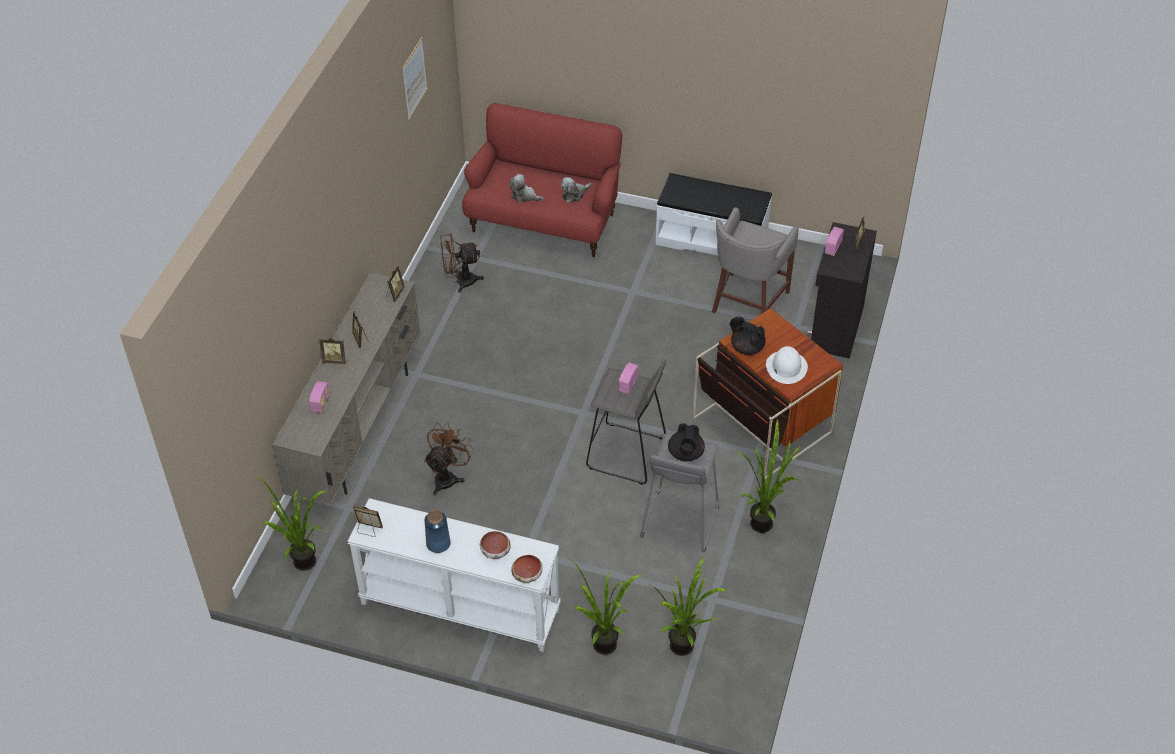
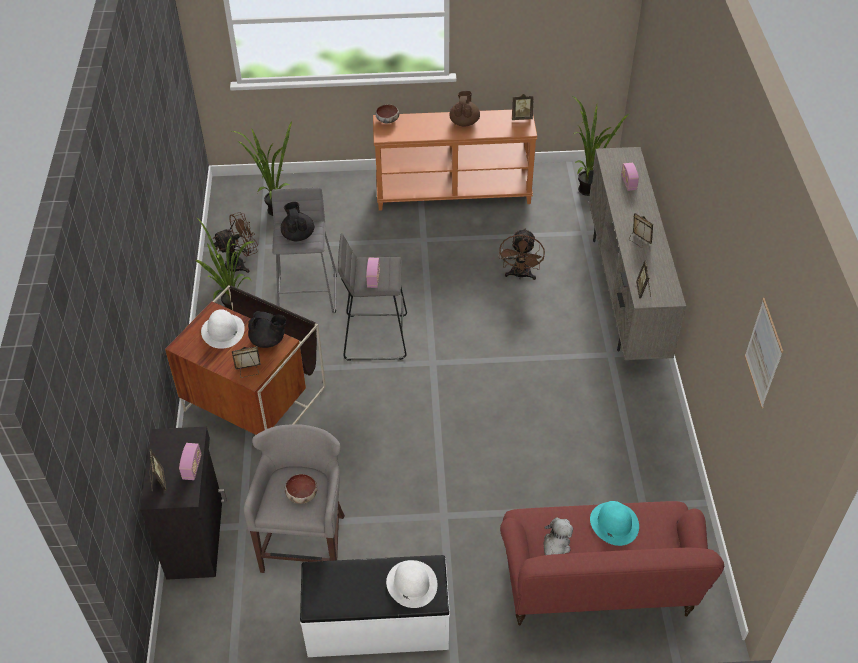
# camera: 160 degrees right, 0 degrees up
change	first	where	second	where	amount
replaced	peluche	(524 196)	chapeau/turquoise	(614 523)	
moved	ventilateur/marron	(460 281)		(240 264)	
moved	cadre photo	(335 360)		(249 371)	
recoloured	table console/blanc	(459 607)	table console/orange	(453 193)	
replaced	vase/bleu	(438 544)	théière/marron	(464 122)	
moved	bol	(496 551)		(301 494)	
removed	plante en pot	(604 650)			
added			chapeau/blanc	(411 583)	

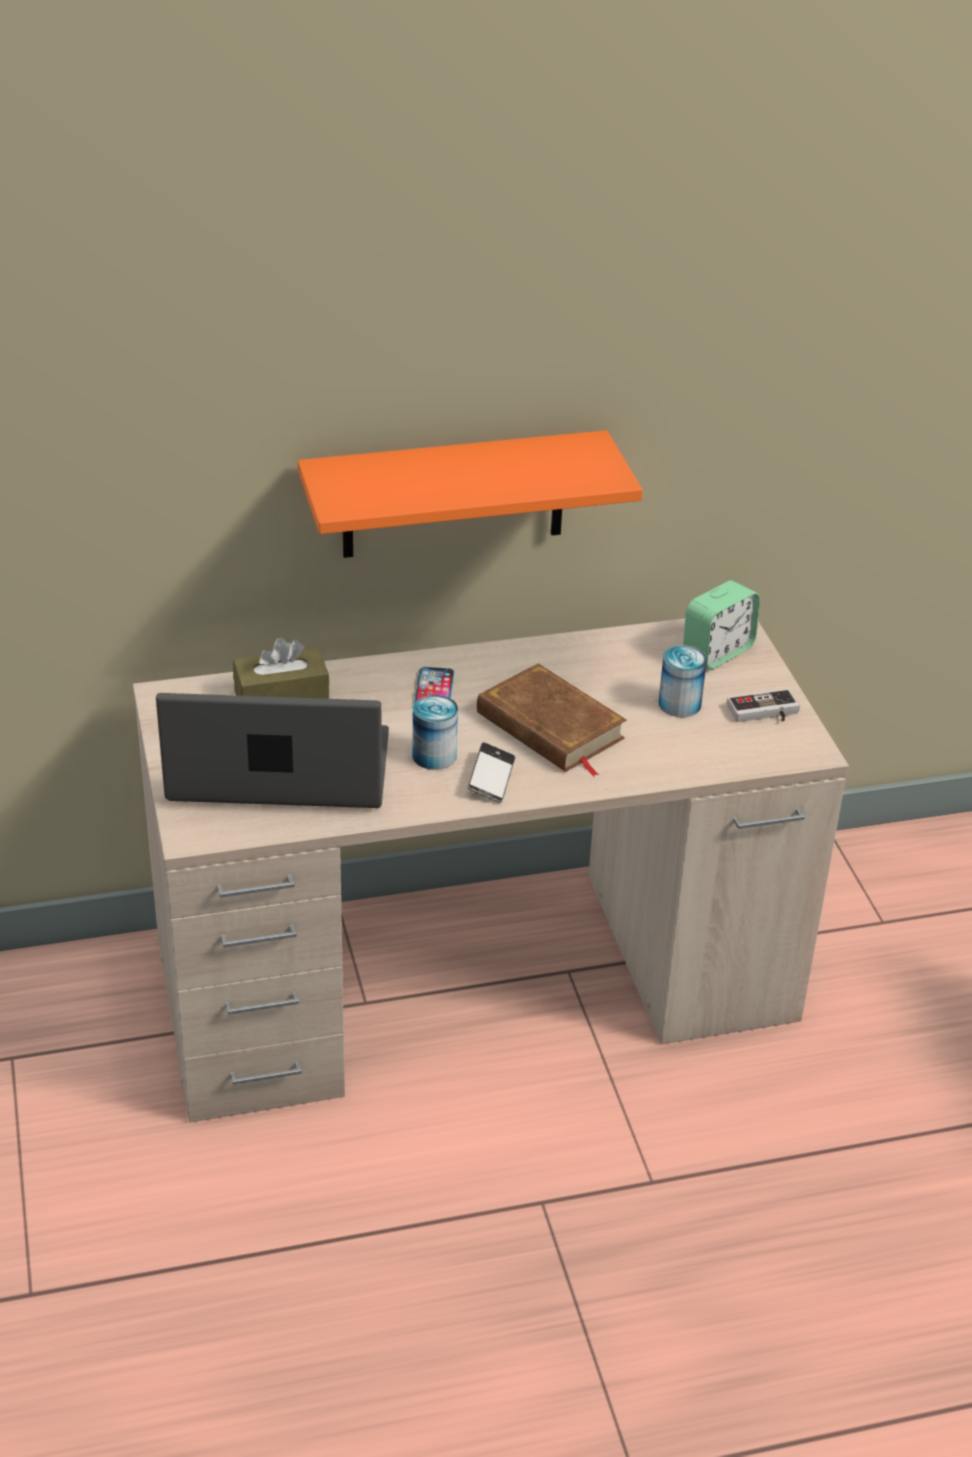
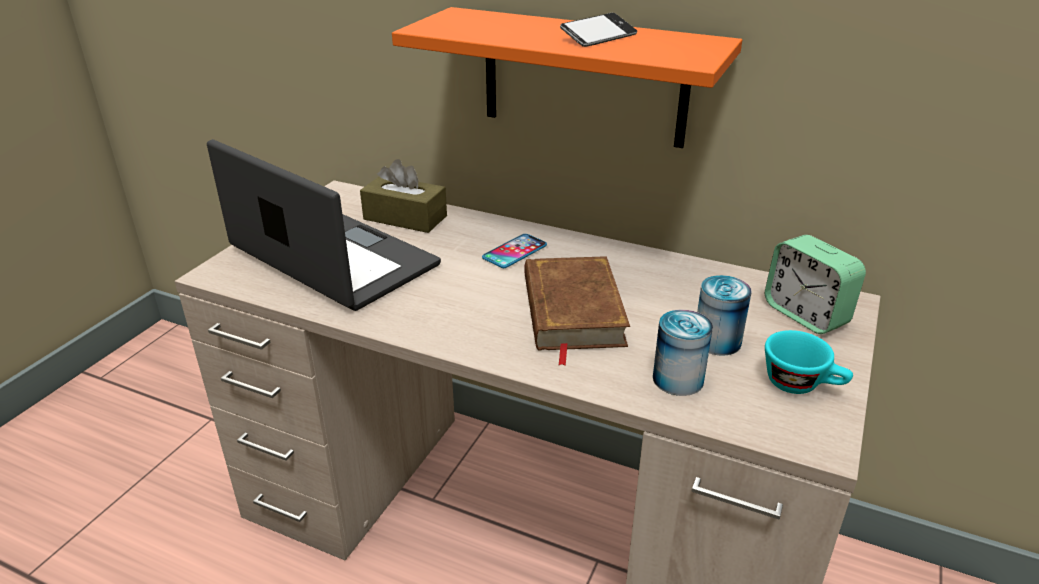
# camera: 40 degrees right, 5 degrees down
change	first	where	second	where	amount
turned	réveil	(717 652)		(805 314)	60 degrees clockwise
replaced	manette	(764 713)	tasse/turquoise	(802 384)	
moved	boîte métallique	(434 755)		(678 379)	
moved	téléphone	(491 778)		(598 37)	

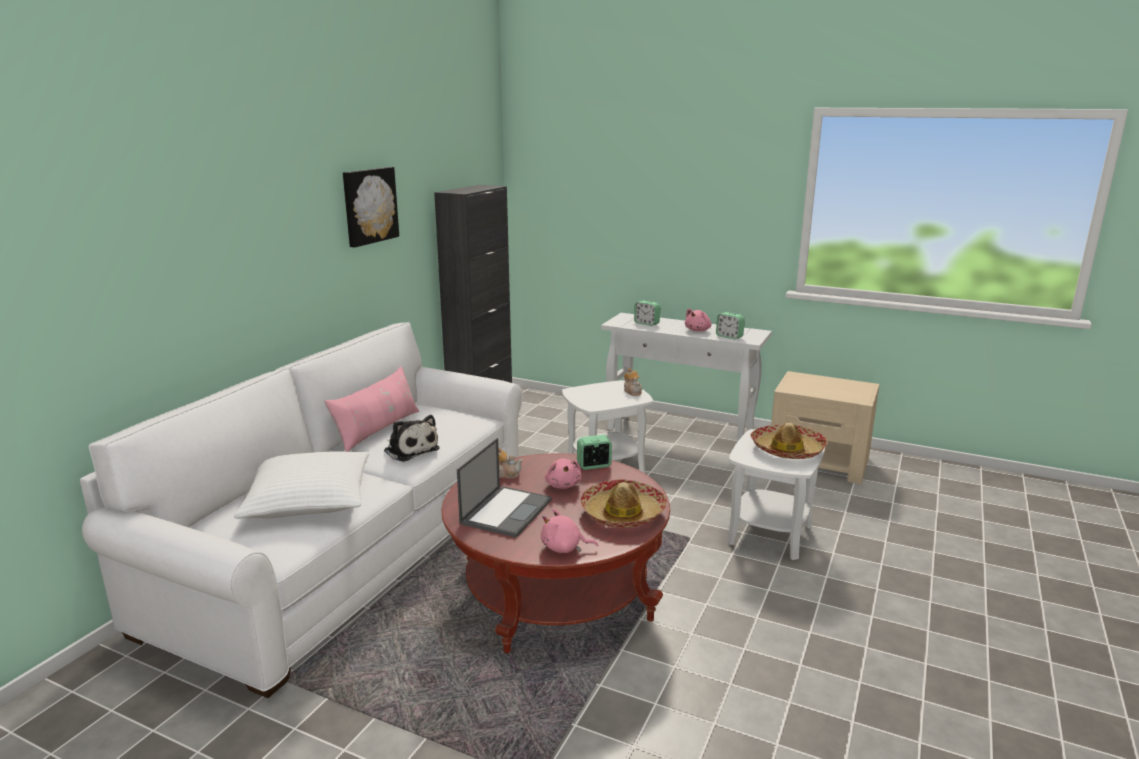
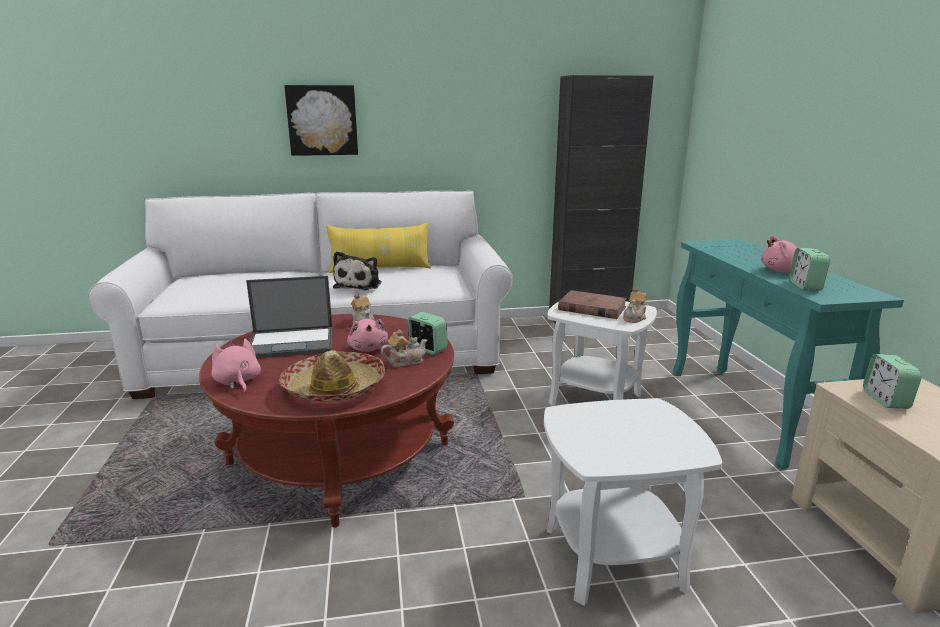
# camera: 55 degrees right, 0 degrees up
change	first	where	second	where	amount
moved	tableau	(369 206)		(322 120)	
moved	réveil	(646 323)		(886 400)	
recoloured	table console/blanc	(681 434)	table console/turquoise	(748 413)	
recoloured	coussin/rose	(378 430)	coussin/jaune	(380 269)	
removed	chapeau	(787 450)			
removed	coussin/blanc	(308 499)			
turned	peluche/rose	(563 485)		(368 348)	60 degrees counterclockwise
added			livre/marron	(591 308)	
added			théière	(405 361)	

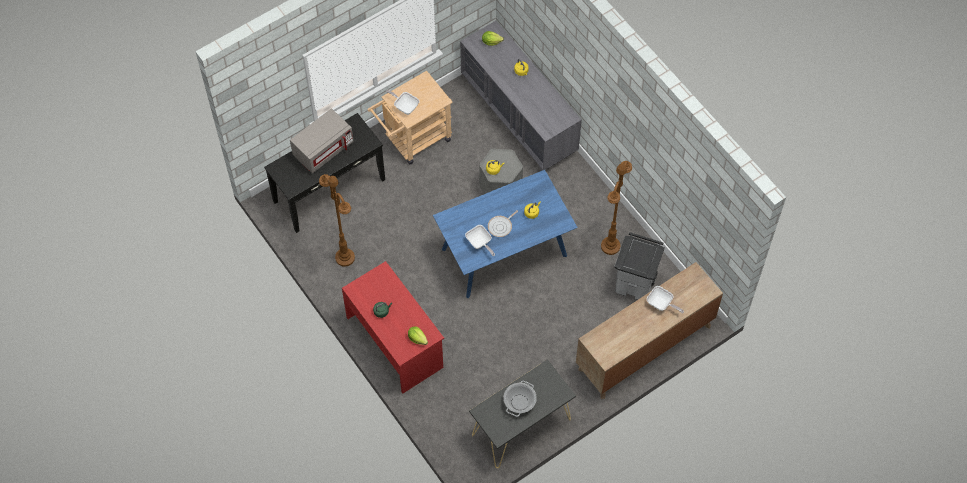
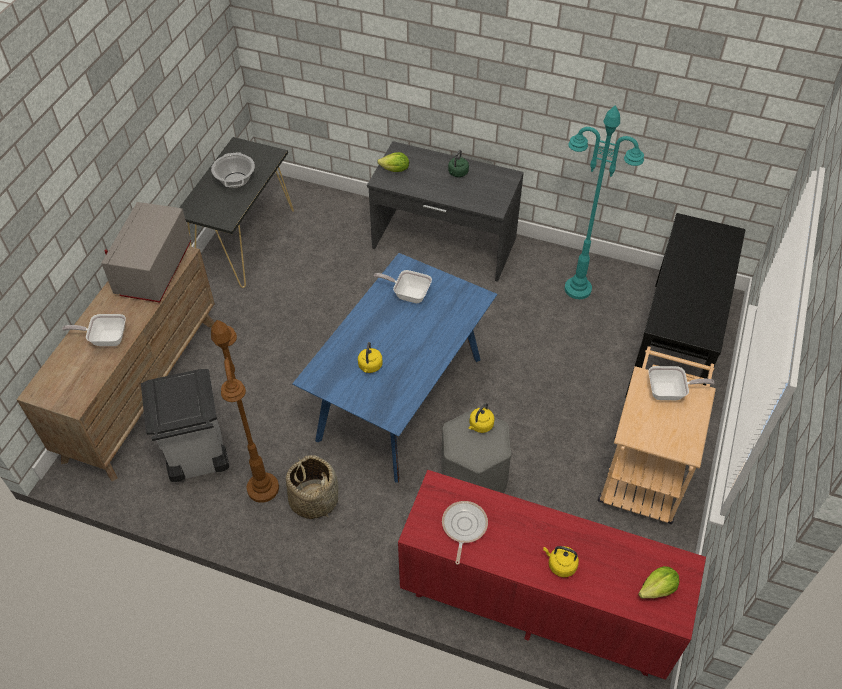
# camera: 145 degrees right, 10 degrees down
change	first	where	second	where	amount
recoloured	commode/gris	(519 117)	commode/rouge	(536 604)	
moved	micro-ondes/gris	(323 149)		(155 270)	
recoloured	lampadaire/marron	(344 257)	lampadaire/turquoise	(578 289)	
moved	poêle	(501 226)		(463 527)	
recoloured	bureau/rouge	(395 341)	bureau/gris	(443 244)	
added			panier	(314 499)	

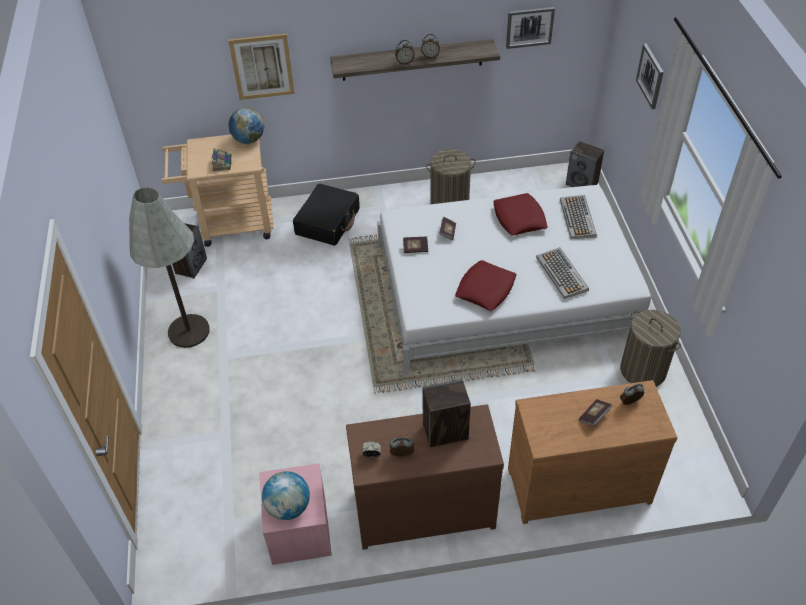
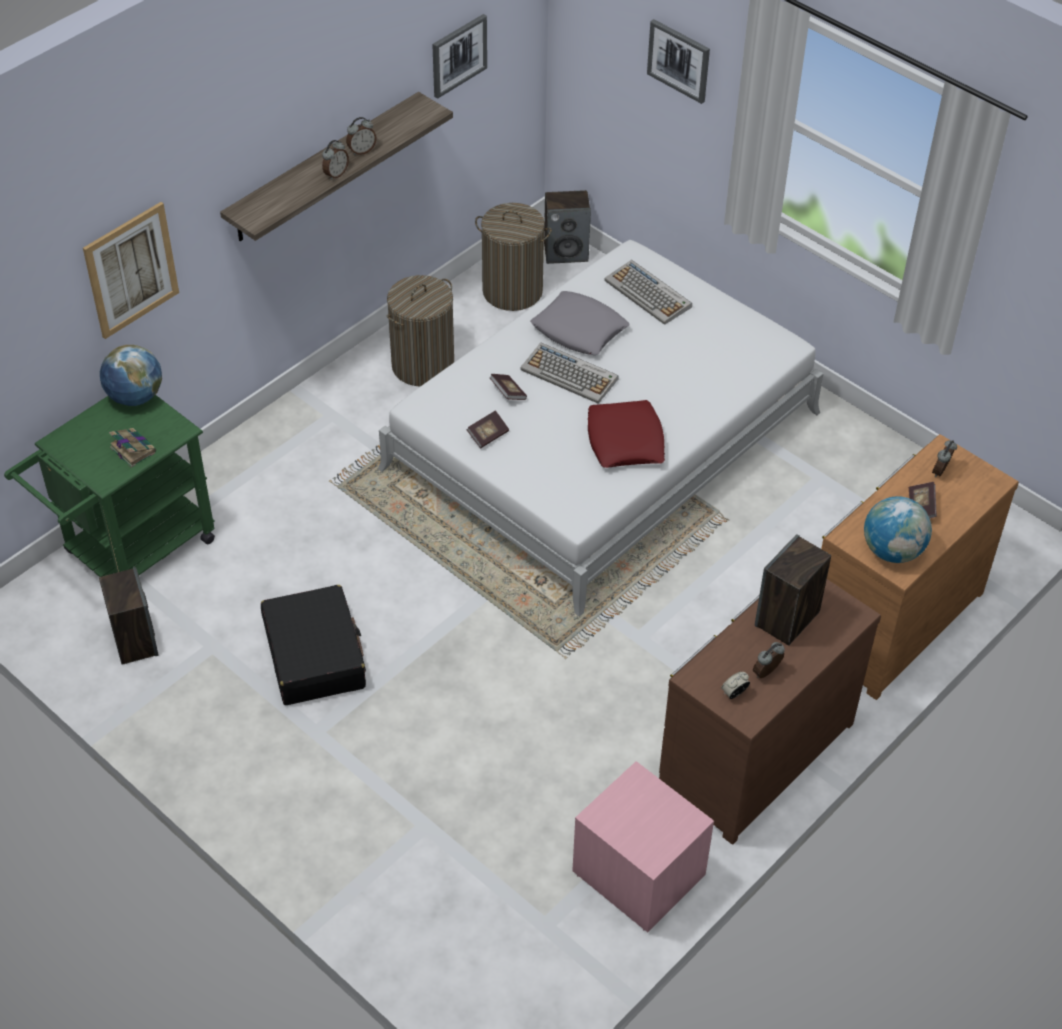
# camera: 40 degrees left, 0 degrees up
change	first	where	second	where	amount
recoloured	chariot/beige	(229 225)	chariot/vert	(130 553)	
moved	valise/noir	(328 222)		(315 656)	
removed	lampadaire/gris	(189 331)			
recoloured	coussin/rouge	(519 218)	coussin/gris	(579 330)	
moved	clavier	(562 274)		(570 374)	
moved	panier à linge	(643 370)		(512 291)	
moved	globe	(288 507)		(892 551)	

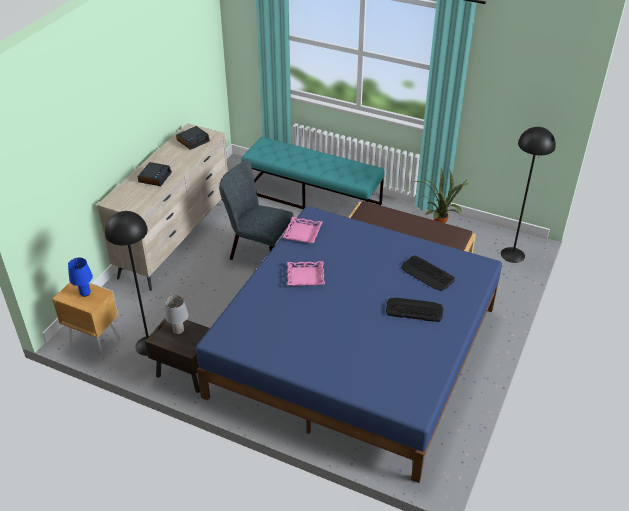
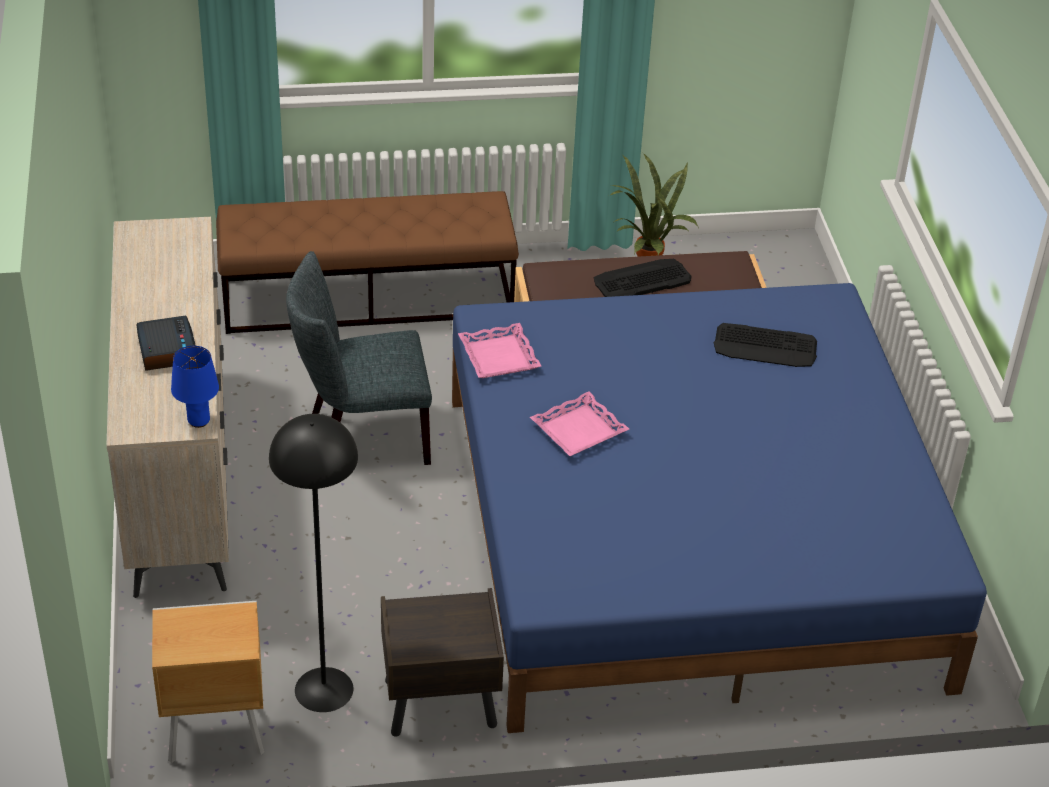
# camera: 35 degrees left, 0 degrees up
change	first	where	second	where	amount
removed	réveil	(193 140)			
removed	lampadaire/noir	(513 255)			
recoloured	banc/turquoise	(312 198)	banc/marron	(368 298)	
moved	lampe de table/bleu	(85 293)		(199 421)	
removed	lampe de table/gris	(178 330)			
moved	clavier	(414 310)		(641 280)	

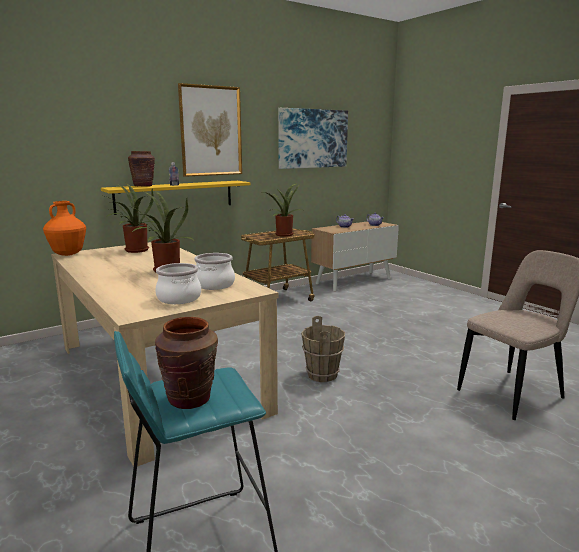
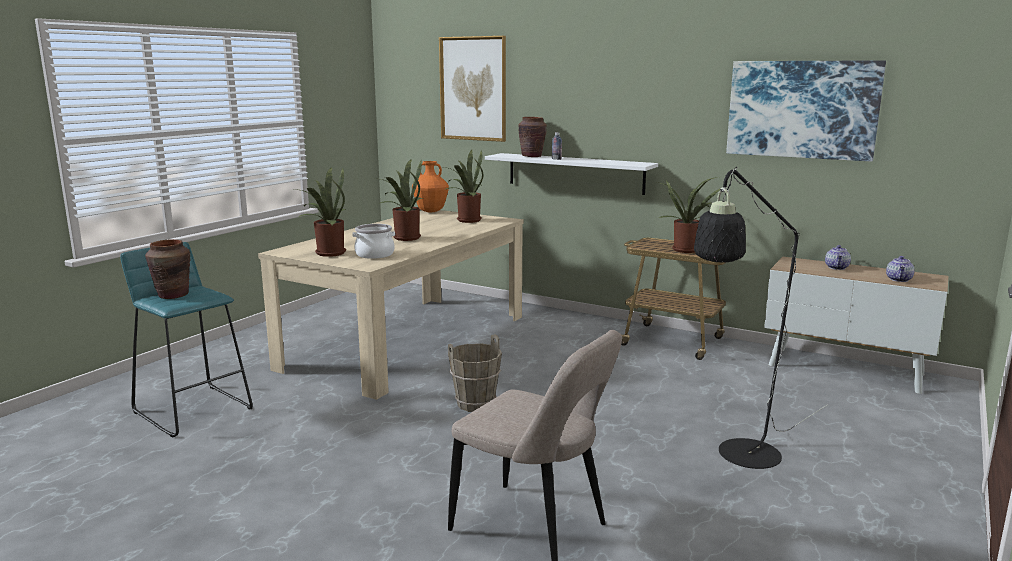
# camera: 65 degrees right, 0 degrees up
change	first	where	second	where	amount
moved	tableau	(211 131)		(473 89)	
recoloured	étagère/jaune	(175 196)	étagère/blanc	(575 173)	
replaced	marmite	(178 298)	plante en pot	(327 253)	
added			lampadaire/noir	(741 459)	

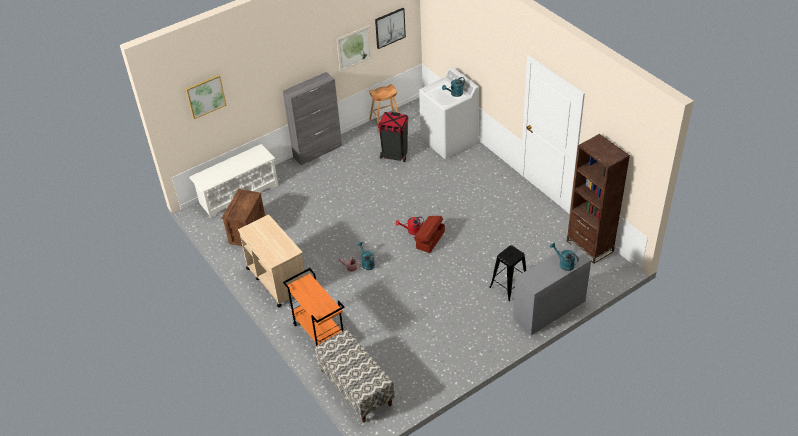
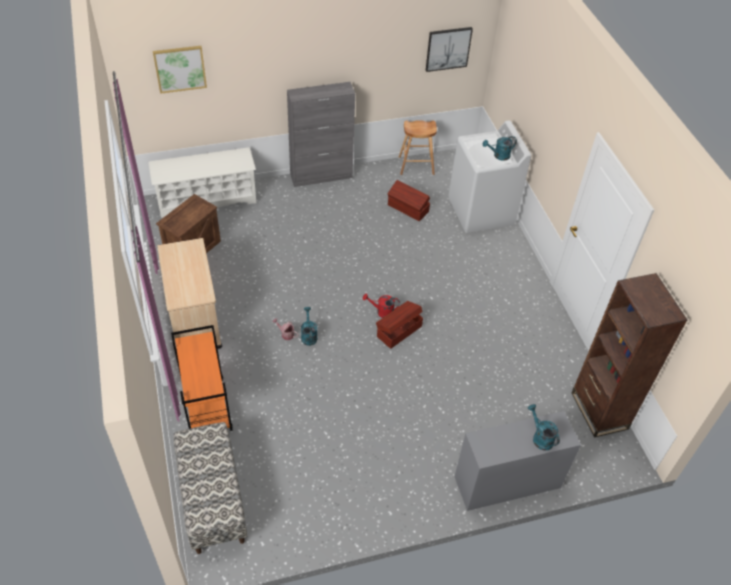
# camera: 15 degrees right, 5 degrees up
change	first	where	second	where	amount
removed	tableau	(354 48)			
replaced	poubelle/noir	(395 155)	boîte de rangement/marron	(408 208)	
removed	tabouret/noir	(509 286)			

